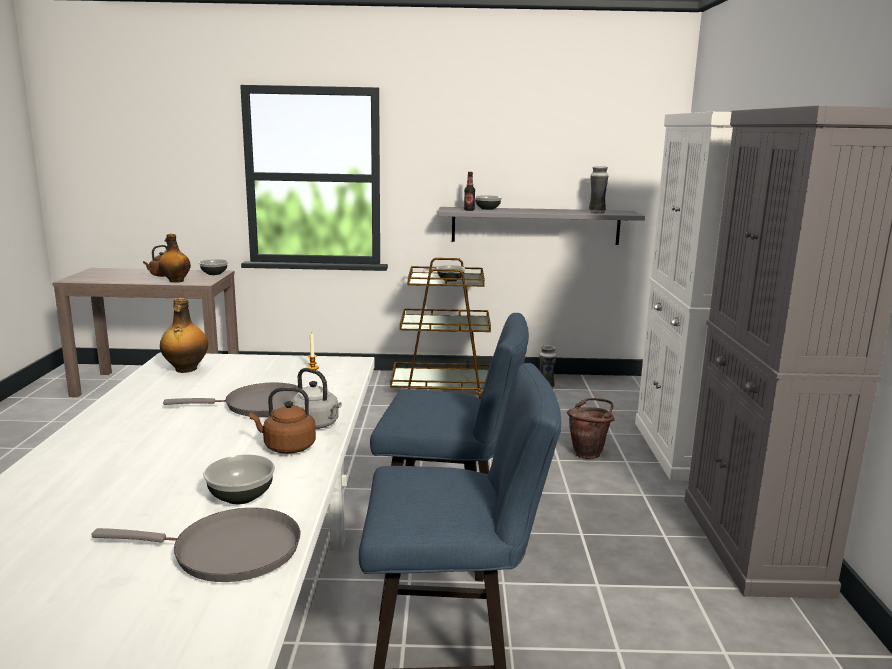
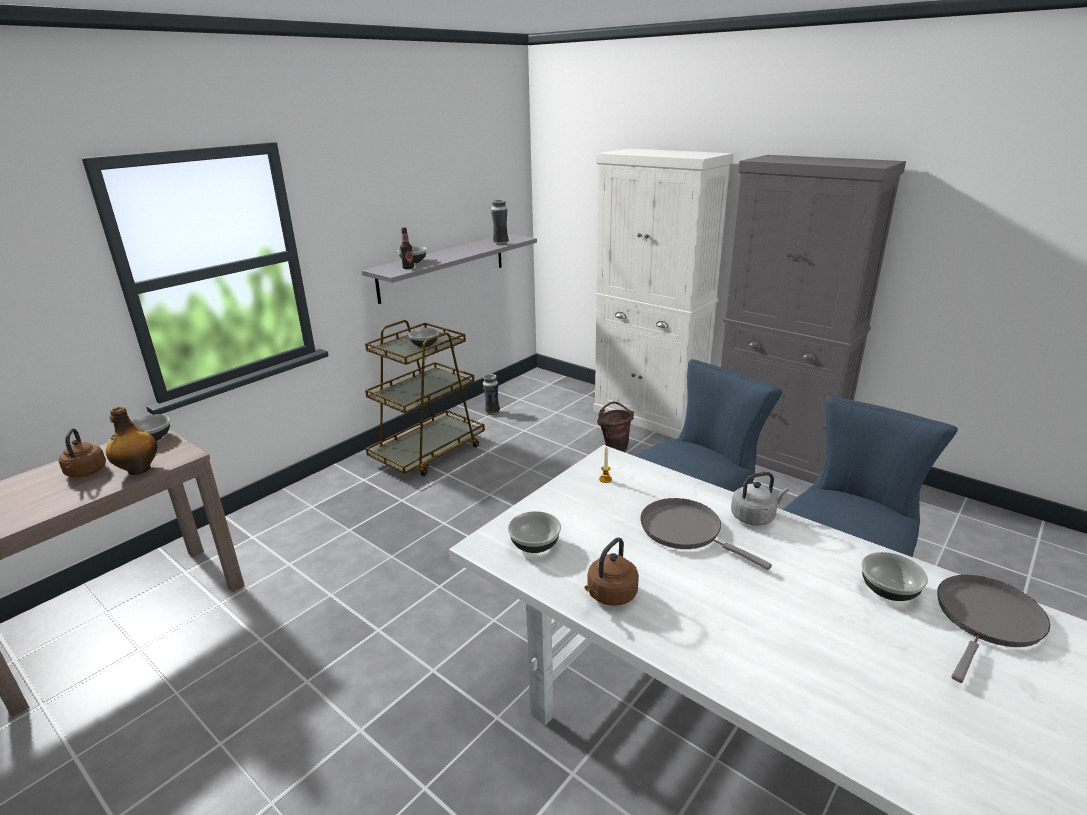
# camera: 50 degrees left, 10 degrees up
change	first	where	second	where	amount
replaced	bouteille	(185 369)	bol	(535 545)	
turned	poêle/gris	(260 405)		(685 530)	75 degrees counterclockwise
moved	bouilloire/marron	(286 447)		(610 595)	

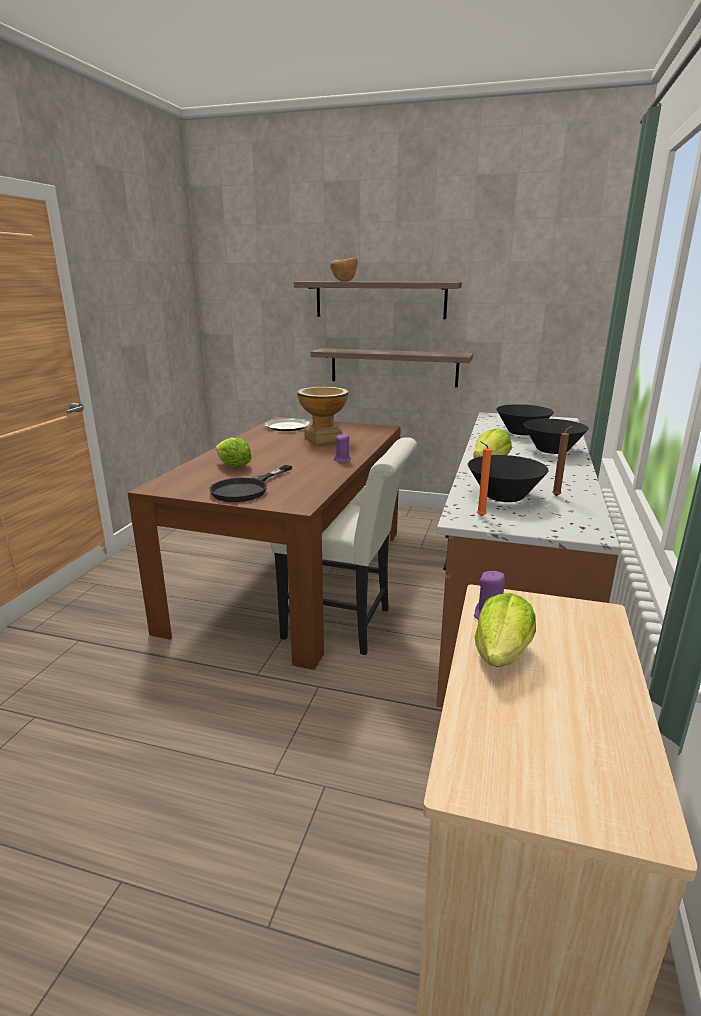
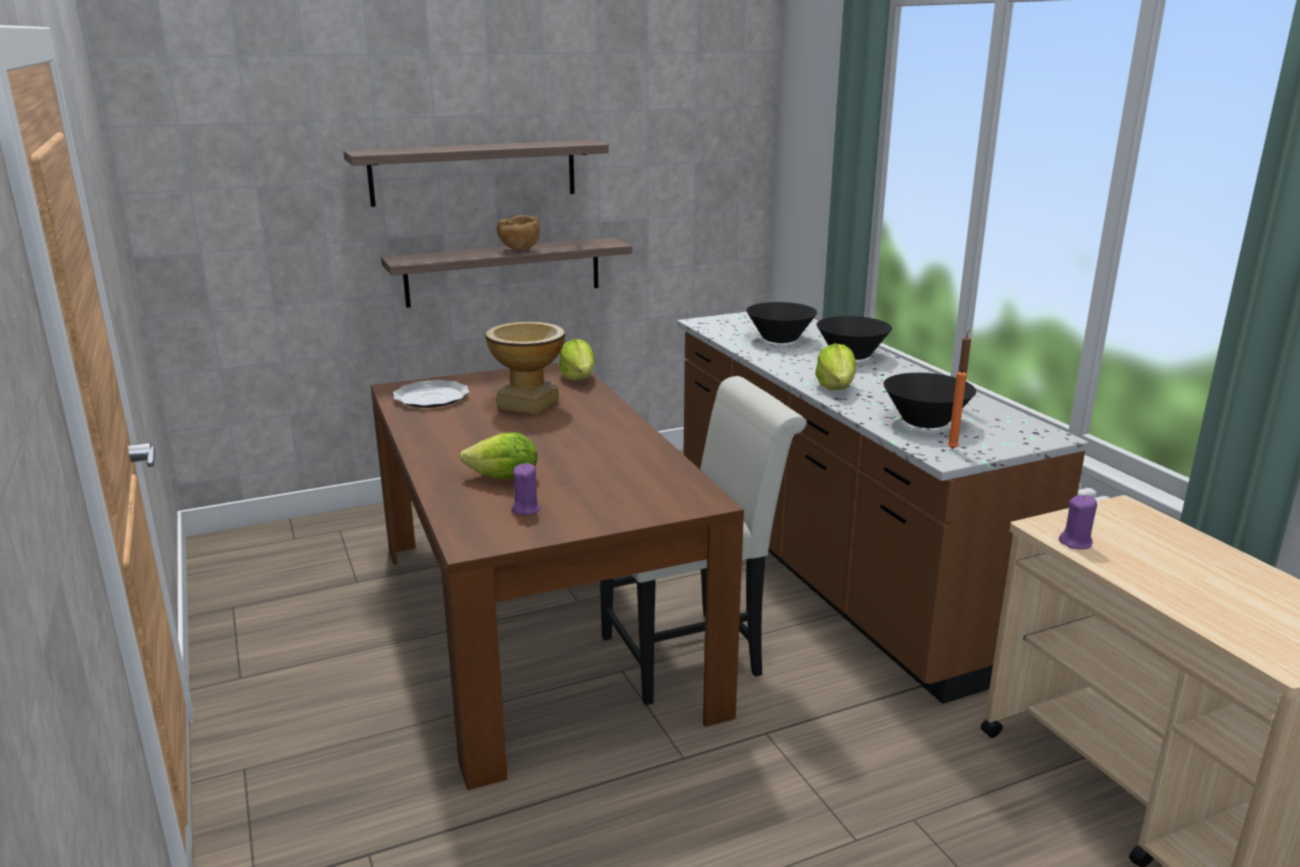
# camera: 40 degrees left, 0 degrees up
change	first	where	second	where	amount
moved	bol/marron	(344 281)		(520 250)	
moved	bougie/violet	(342 460)		(525 509)	
removed	poêle/noir	(246 489)			
moved	laitue	(502 654)		(578 378)	

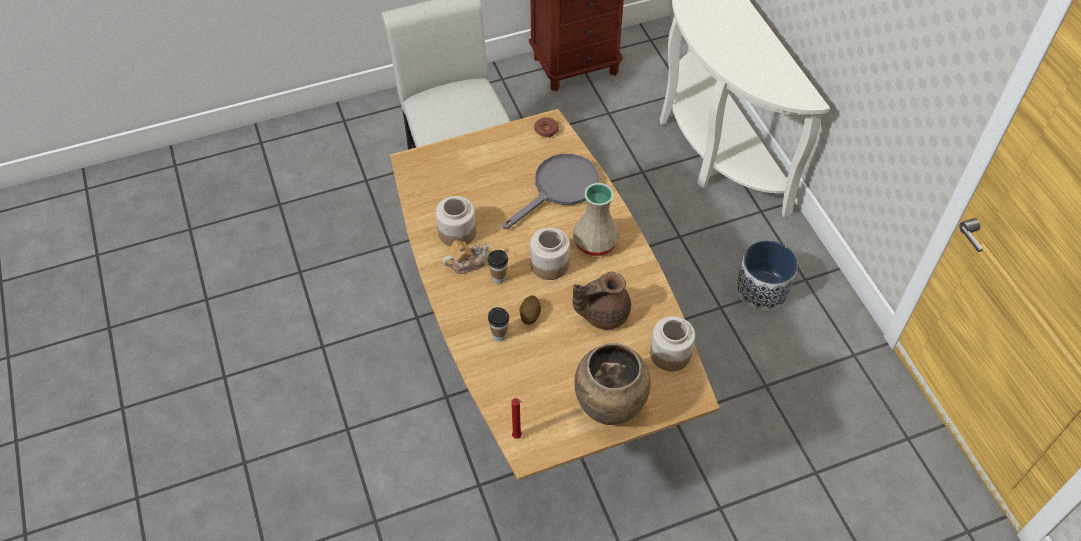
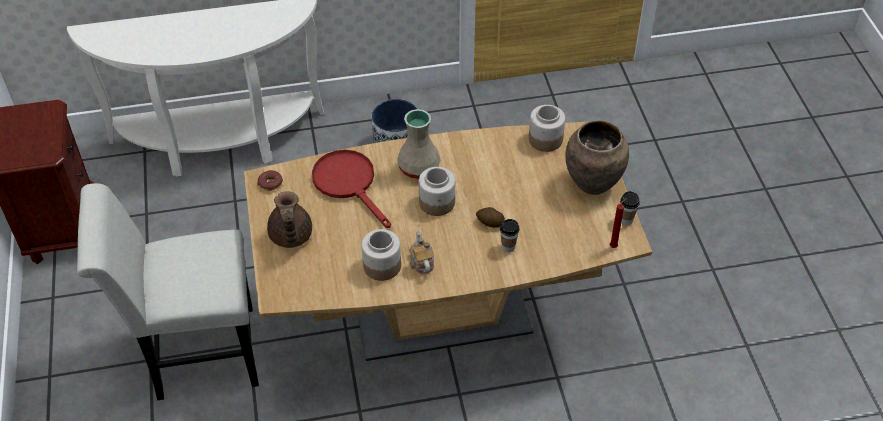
# camera: 80 degrees left, 5 degrees down
change	first	where	second	where	amount
recoloured	poêle/gris	(559 189)	poêle/rouge	(349 183)	
moved	tasse	(498 277)		(626 220)	
moved	théière/marron	(602 313)		(290 237)	

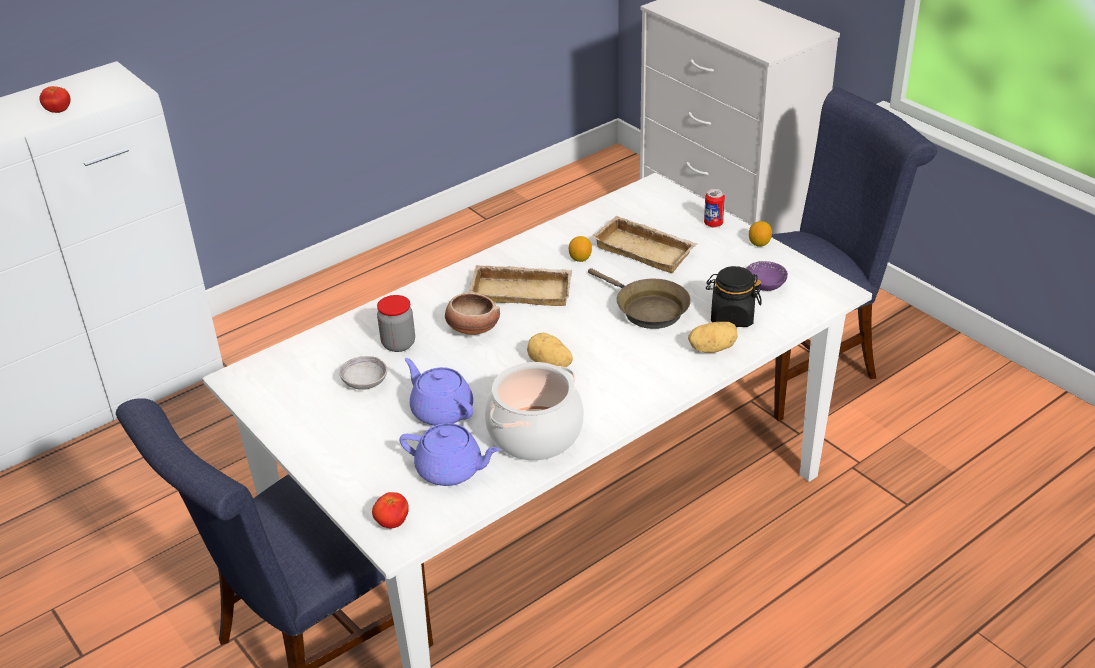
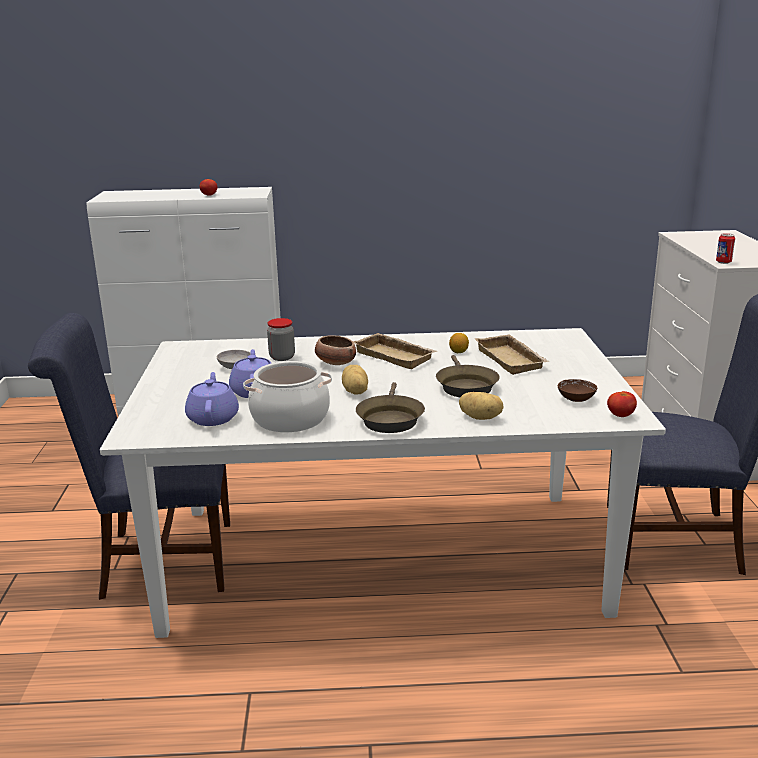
# camera: 35 degrees right, 15 degrees down
change	first	where	second	where	amount
moved	boîte métallique	(713 224)		(723 262)	
removed	citron	(759 243)			
recoloured	bol/violet	(765 285)	bol/marron	(576 399)	
removed	bocal/noir	(732 316)			
turned	théière/violet	(451 470)		(213 418)	150 degrees counterclockwise
moved	tomate	(392 522)		(620 416)	
added			poêle/marron	(390 419)	

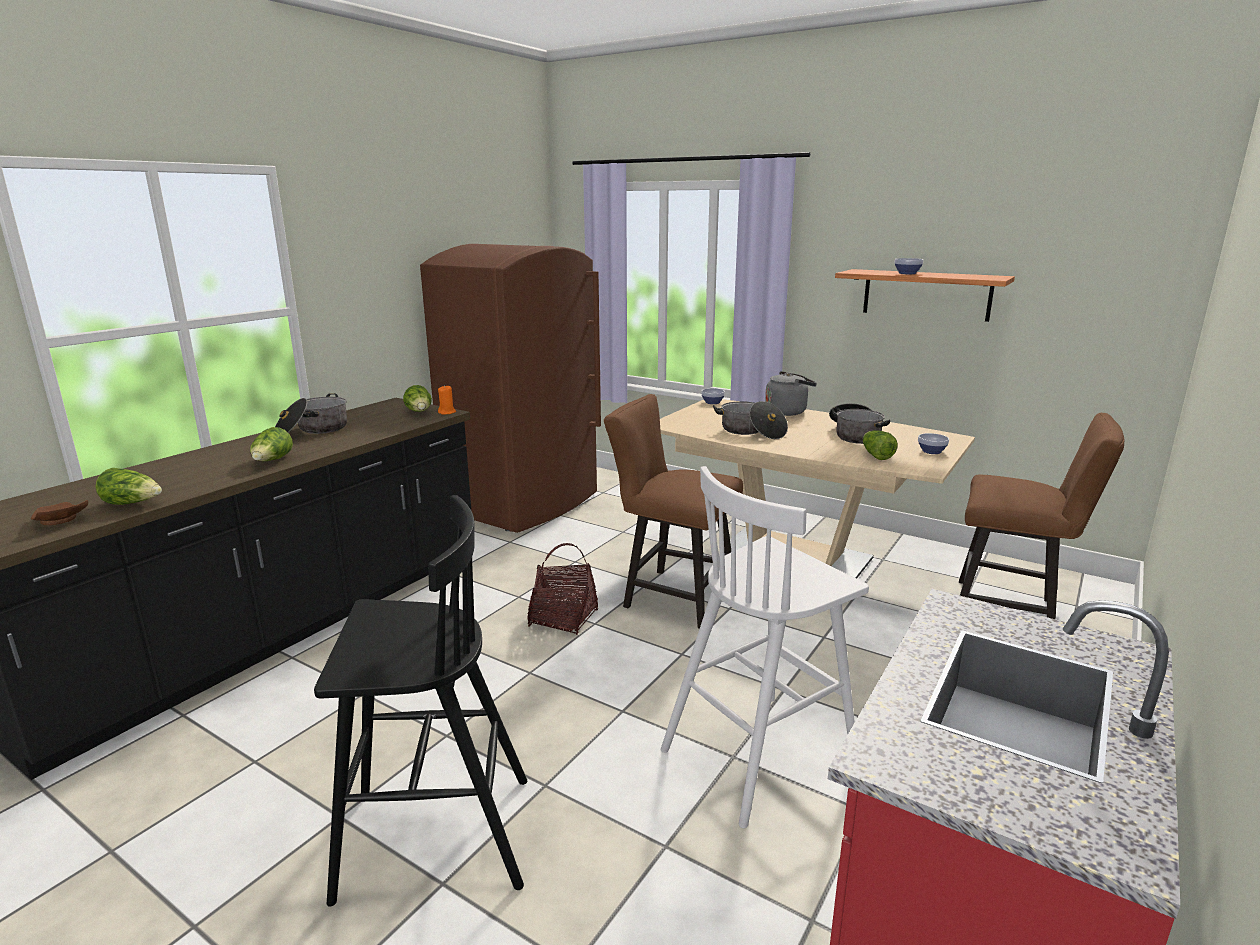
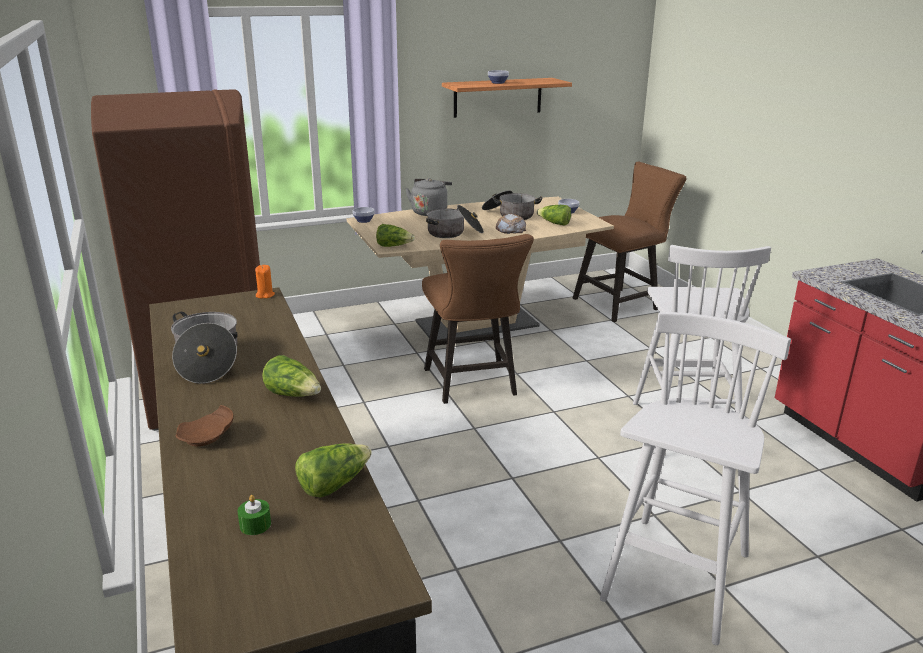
# camera: 55 degrees left, 5 degrees up
change	first	where	second	where	amount
moved	laitue	(420 412)		(394 246)	
turned	chaise/marron	(671 595)		(473 385)	75 degrees counterclockwise
recoloured	tabouret/noir	(431 838)	tabouret/blanc	(675 579)	
moved	assiette/marron	(60 521)		(208 437)	
removed	panier	(564 618)			
added			pain	(510 229)	
added			bougie/vert	(255 525)	

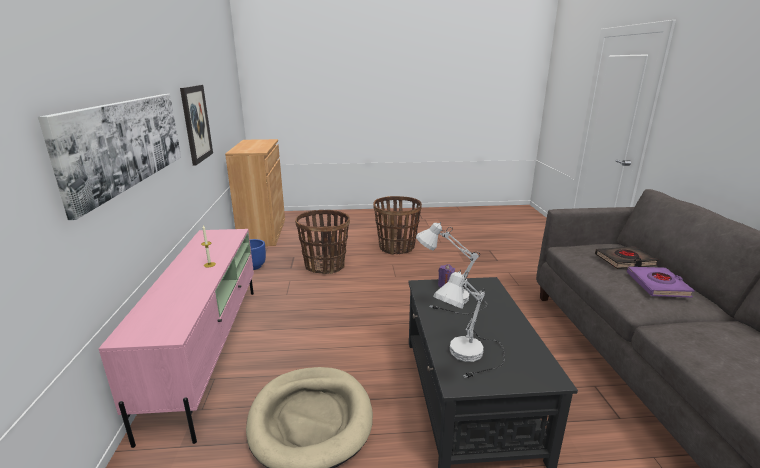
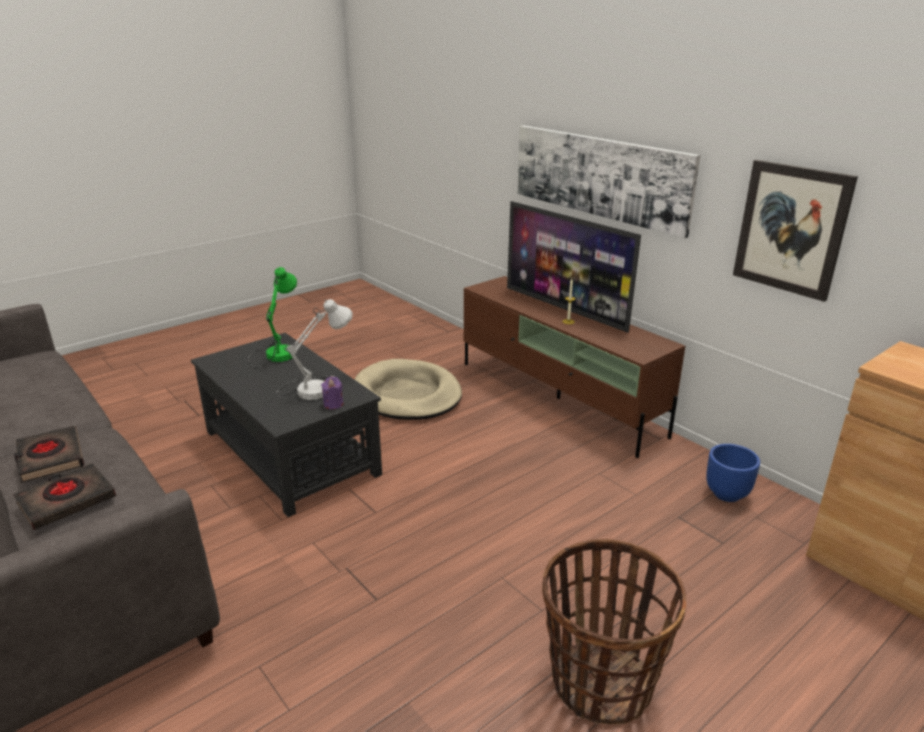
# camera: 145 degrees right, 5 degrees up
change	first	where	second	where	amount
removed	panier	(325 266)			
recoloured	meuble télé/rose	(208 350)	meuble télé/marron	(559 398)	
recoloured	livre/violet	(657 285)	livre/noir	(50 458)	
recoloured	lampe de table/blanc	(470 359)	lampe de table/vert	(275 353)	
added			téléviseur	(565 308)	

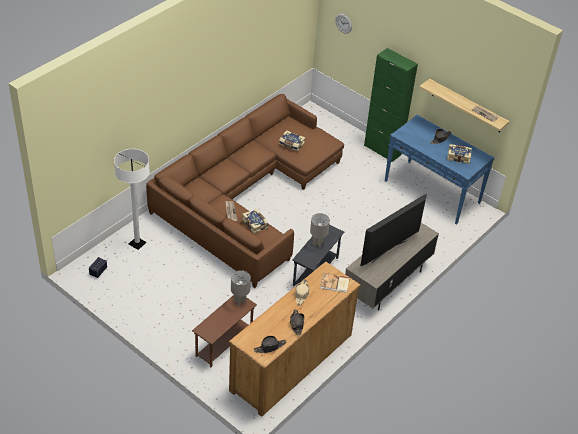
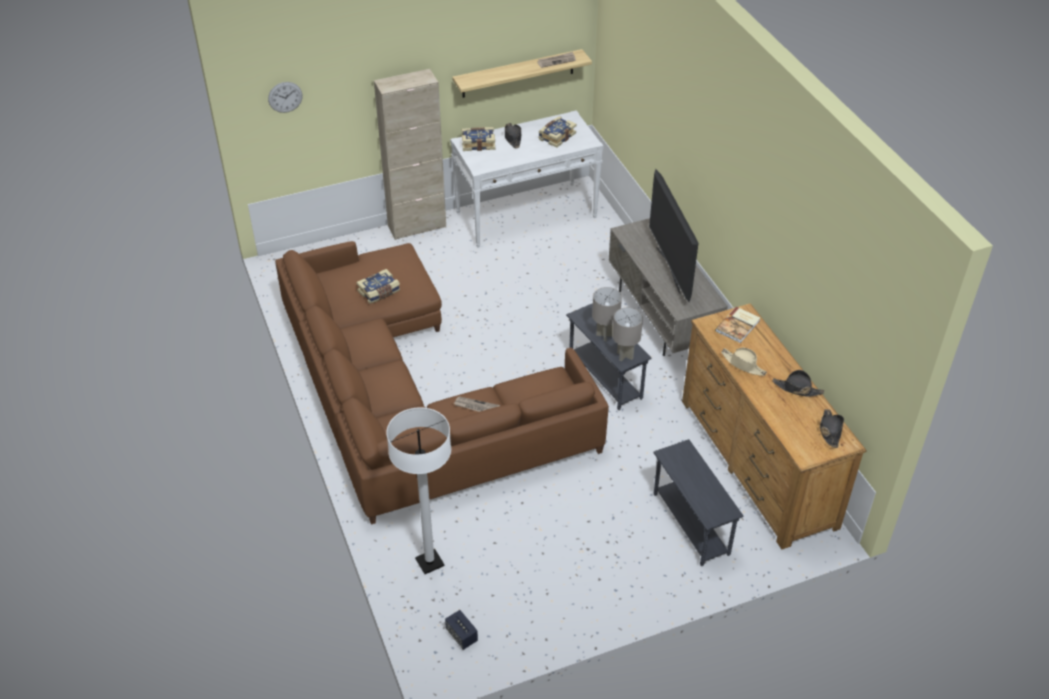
# camera: 60 degrees left, 0 degrees up
change	first	where	second	where	amount
recoloured	meuble de rangement/vert	(382 150)	meuble de rangement/beige	(417 226)	
recoloured	table console/bleu	(432 192)	table console/blanc	(526 214)	
moved	livre	(255 224)		(478 143)	
moved	lampe de table/gris	(240 301)		(625 355)	
recoloured	table d'appoint/marron	(224 343)	table d'appoint/gris	(691 524)	

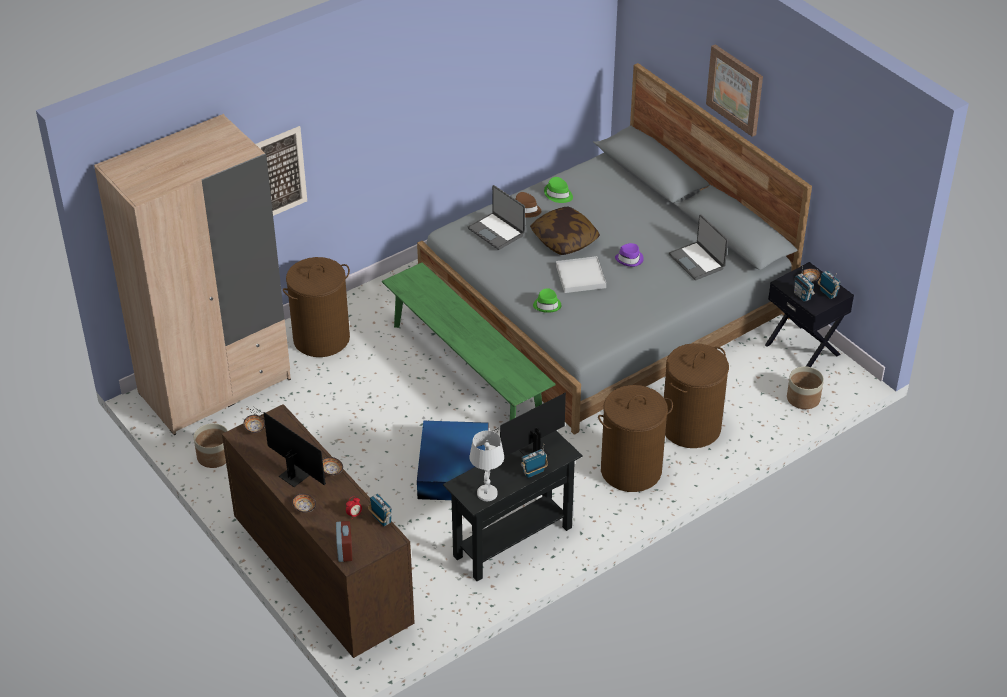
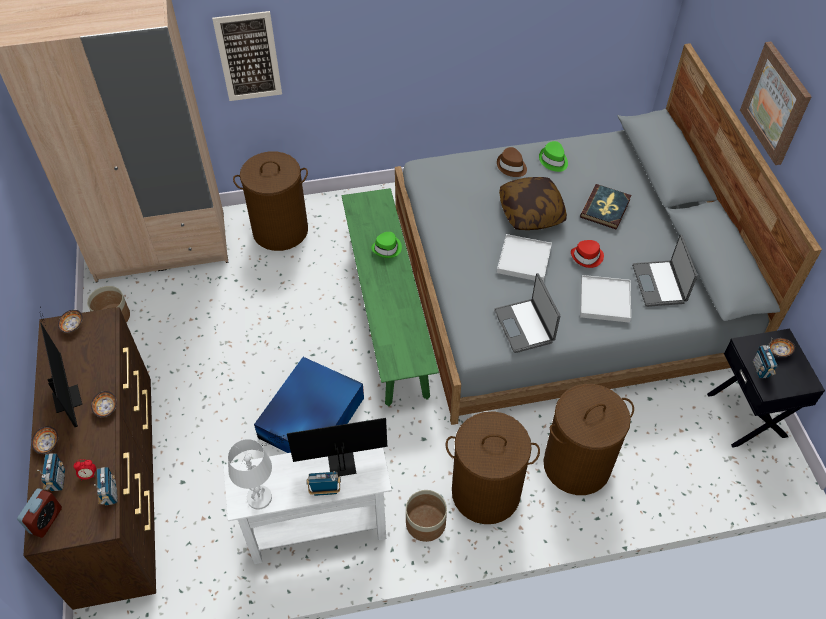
# camera: 25 degrees right, 10 degrees up
change	first	where	second	where	amount
moved	ordinateur portable	(497 231)		(525 326)	
recoloured	chapeau/violet	(630 259)	chapeau/rouge	(587 257)	
moved	radio	(827 293)		(57 480)	
moved	chapeau/vert	(547 305)		(387 248)	
moved	cache-pot	(803 399)		(425 523)	
recoloured	table console/noir	(513 542)	table console/blanc	(317 530)	
added			livre	(605 208)	
added			plateau/blanc	(605 300)	

